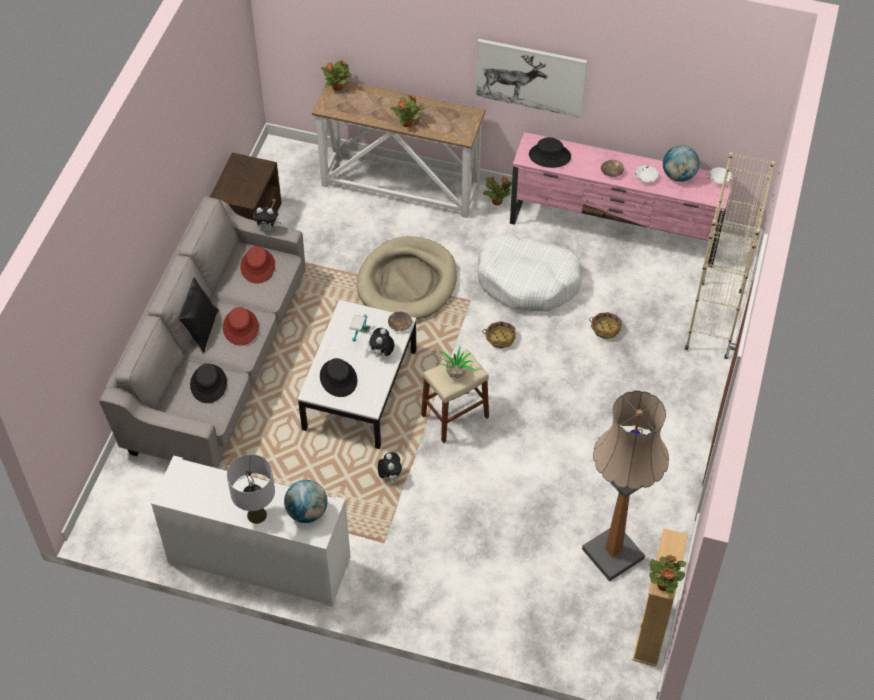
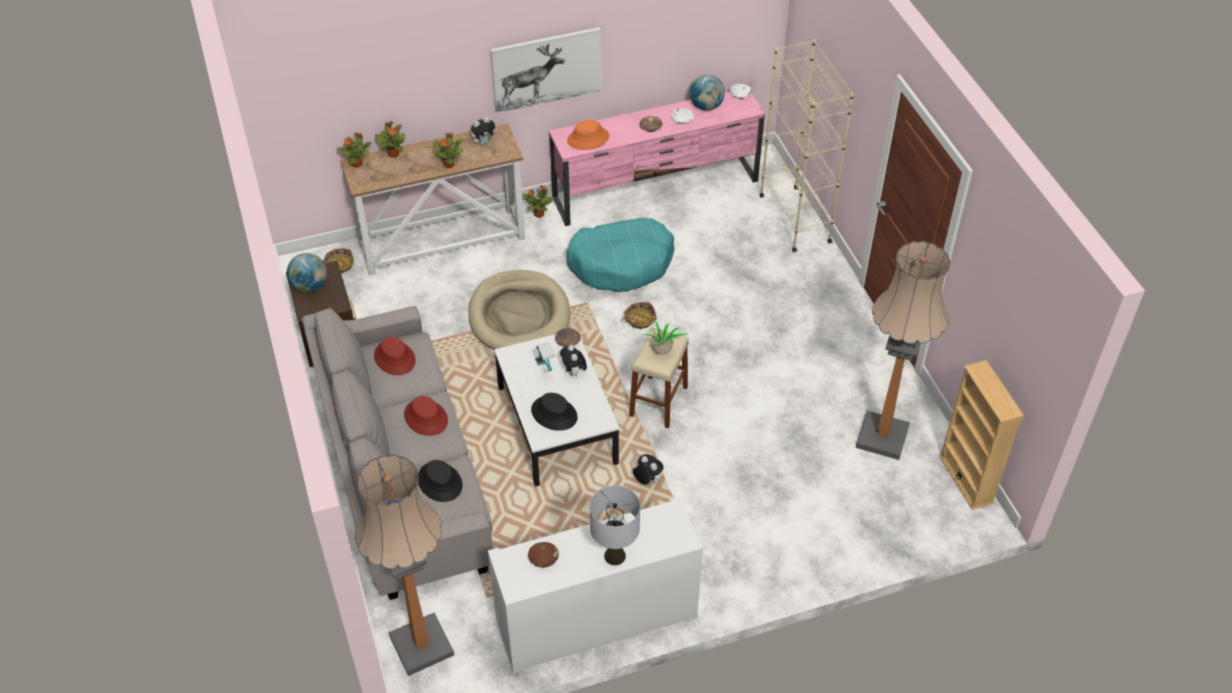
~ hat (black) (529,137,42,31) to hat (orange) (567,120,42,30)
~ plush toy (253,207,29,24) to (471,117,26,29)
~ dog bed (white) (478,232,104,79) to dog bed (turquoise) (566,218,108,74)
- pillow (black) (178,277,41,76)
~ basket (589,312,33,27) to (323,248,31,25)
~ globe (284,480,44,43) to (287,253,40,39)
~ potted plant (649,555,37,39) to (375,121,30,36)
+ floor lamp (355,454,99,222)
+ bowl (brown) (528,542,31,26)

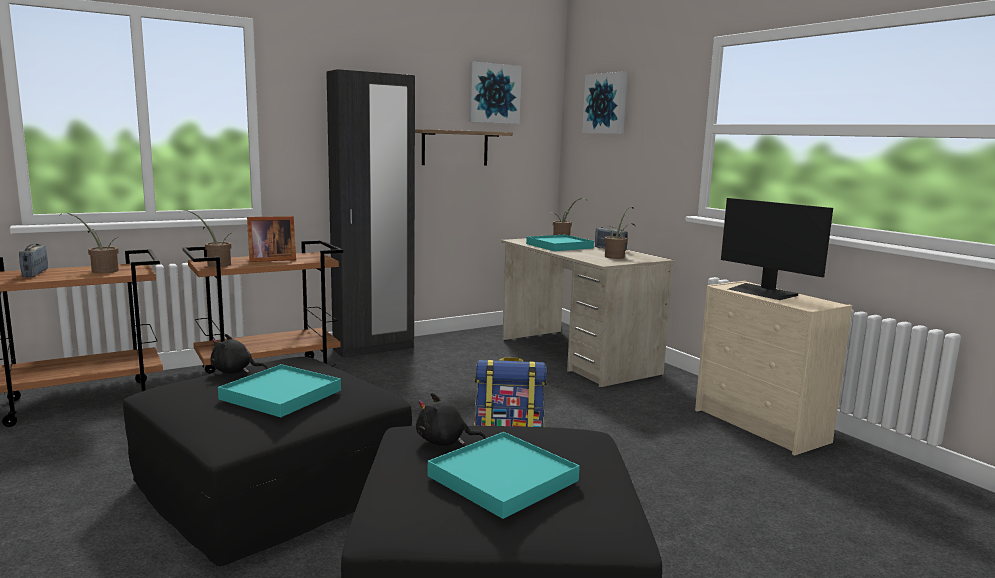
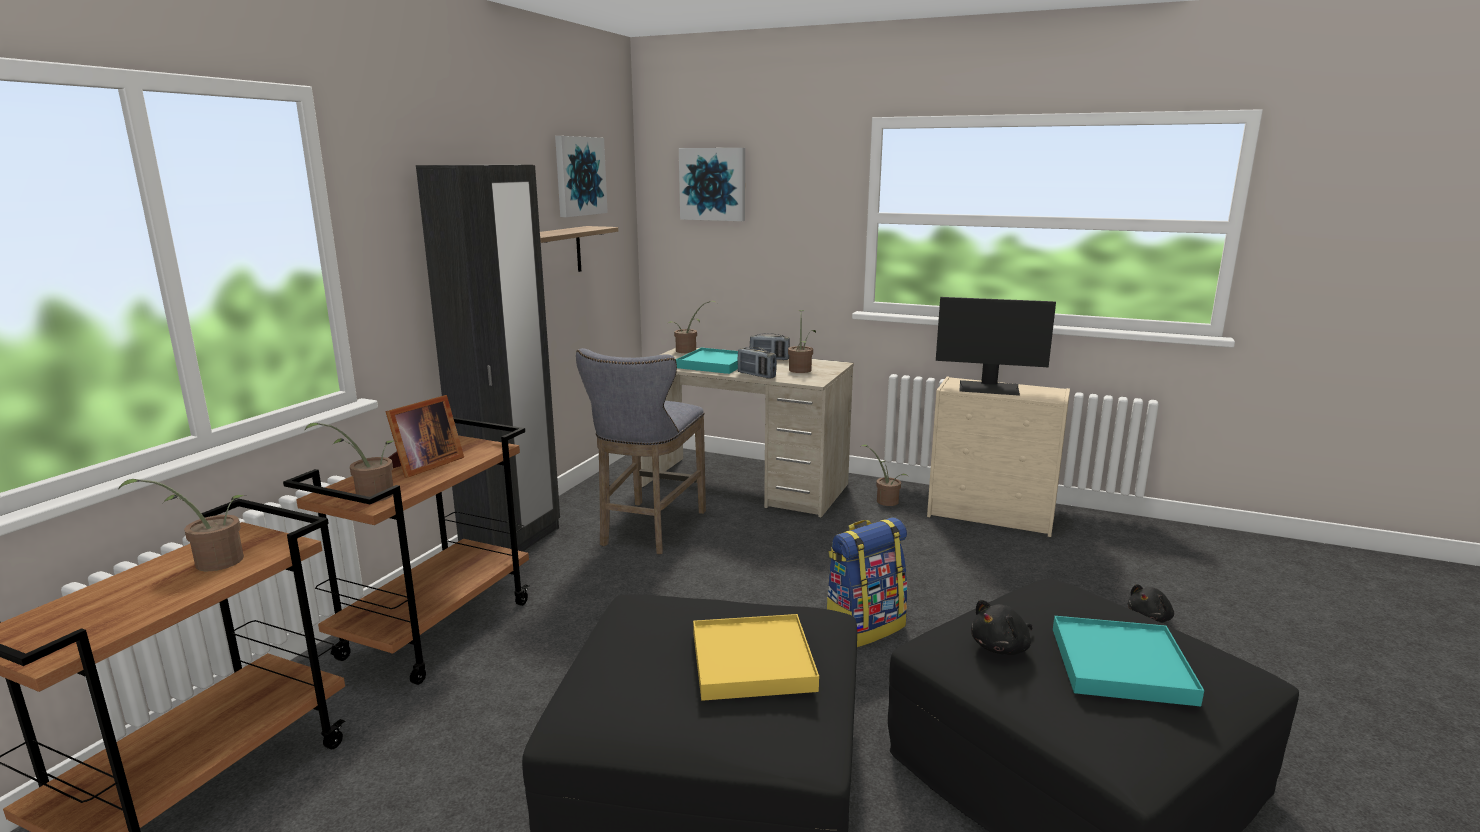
~ radio (19,244,29,34) to (737,347,40,31)
~ plush toy (black) (210,334,58,40) to (1128,584,46,39)
~ tray (turquoise) (218,364,123,53) to tray (yellow) (693,614,126,87)
+ stool (grey) (576,348,130,206)
+ potted plant (861,444,47,62)

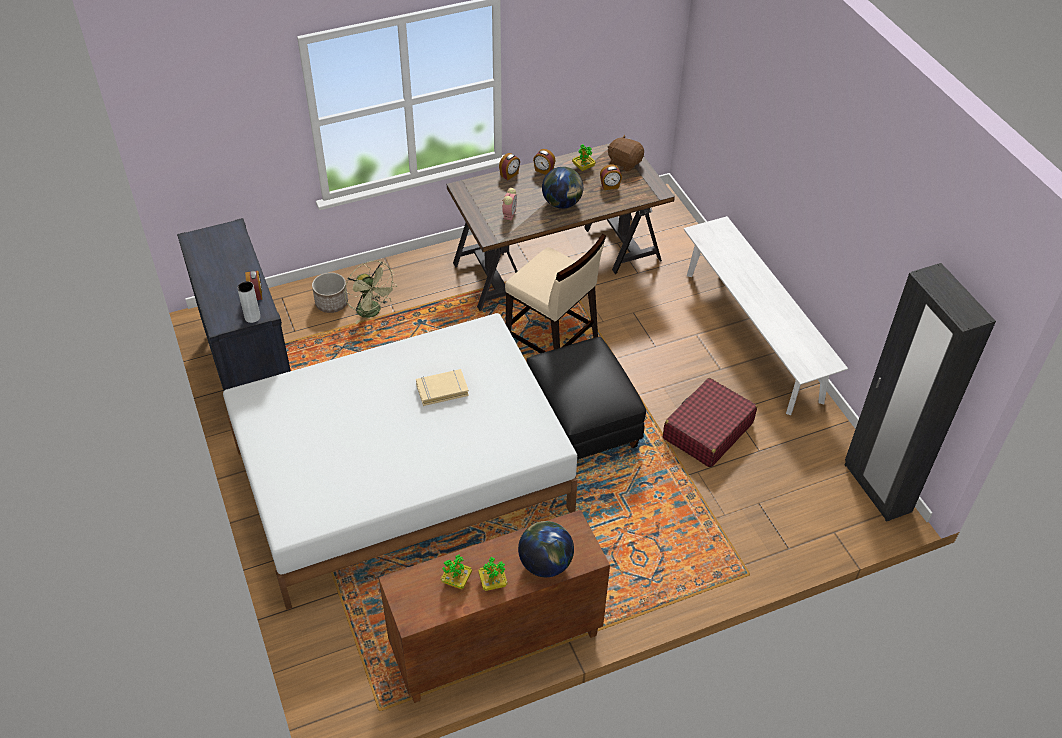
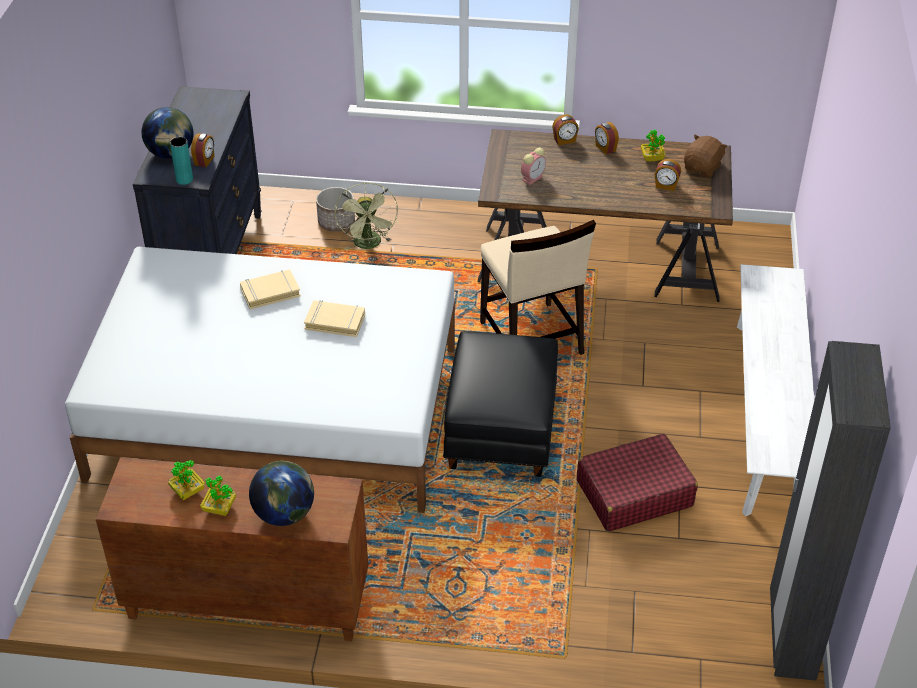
~ plush toy (brown) (608,135,36,37) = (684,135,44,42) 60 degrees clockwise
~ globe (542,167,41,42) to (142,107,52,52)
~ vase (grey) (237,281,23,42) to vase (turquoise) (170,137,23,48)
+ book (beige) (240,269,61,40)

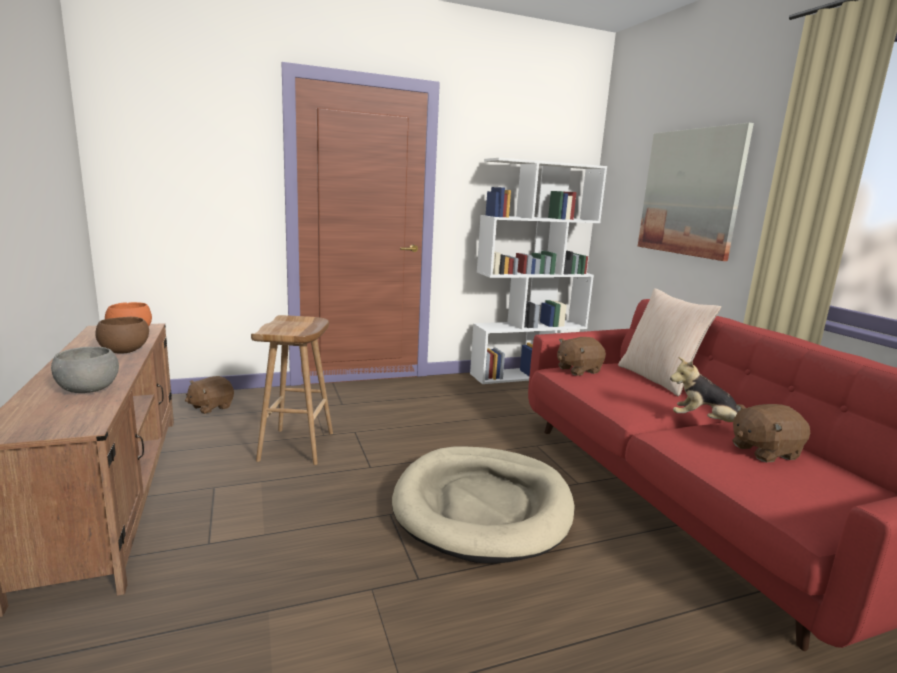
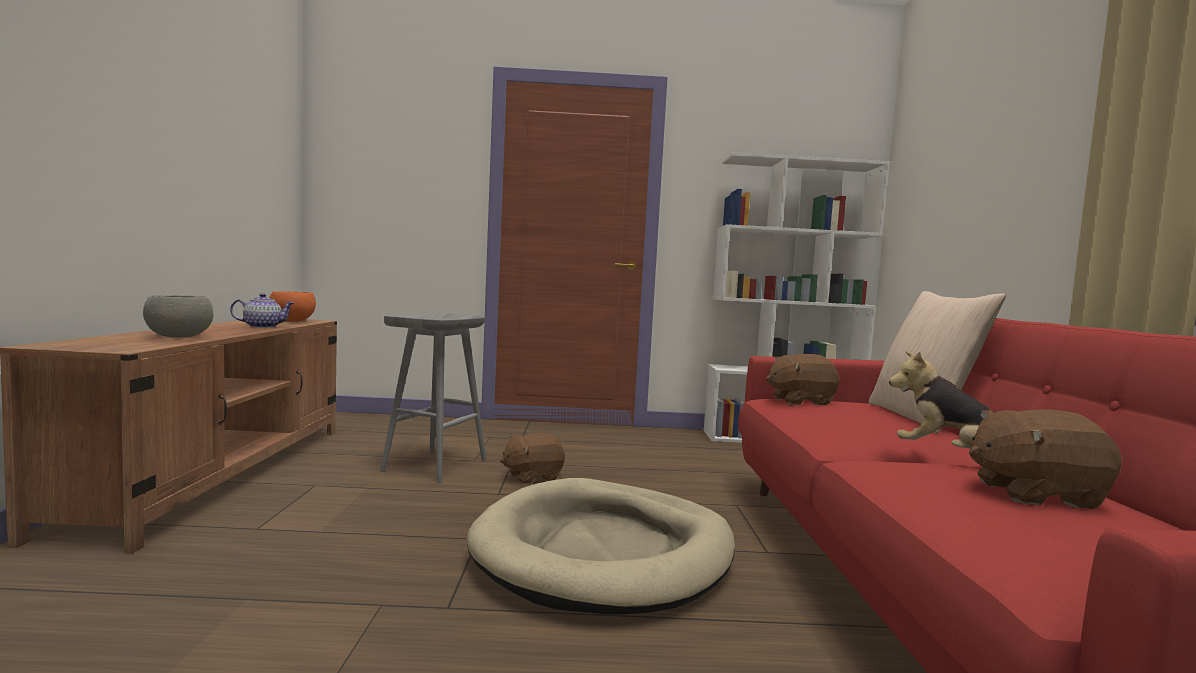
- picture (638,123,116,138)
~ stool (brown) (251,315,82,150) to stool (grey) (380,313,106,170)
~ bowl (brown) (95,317,54,36) to teapot (230,293,64,35)
~ plush toy (brown) (185,376,49,38) to (500,433,65,51)

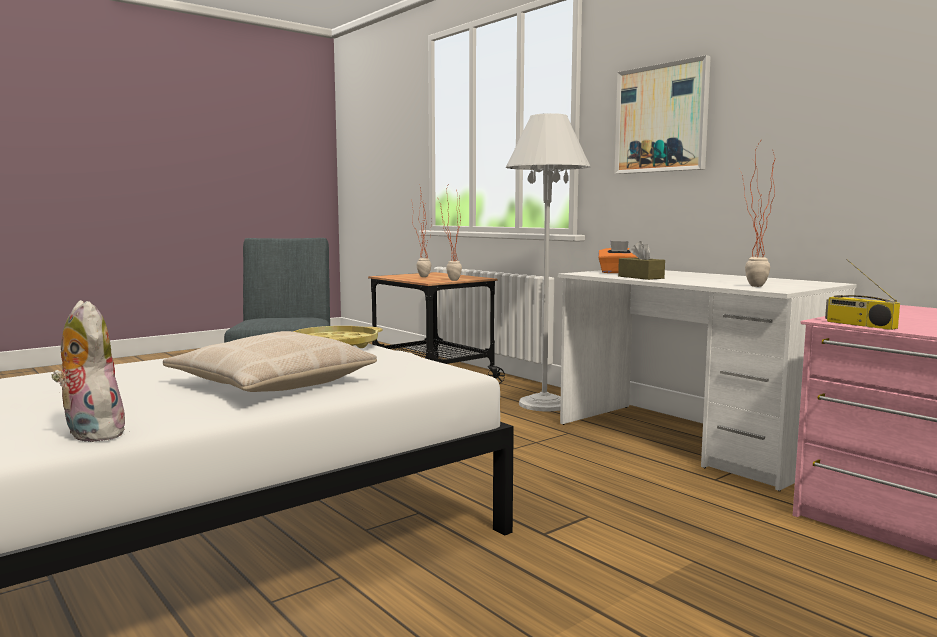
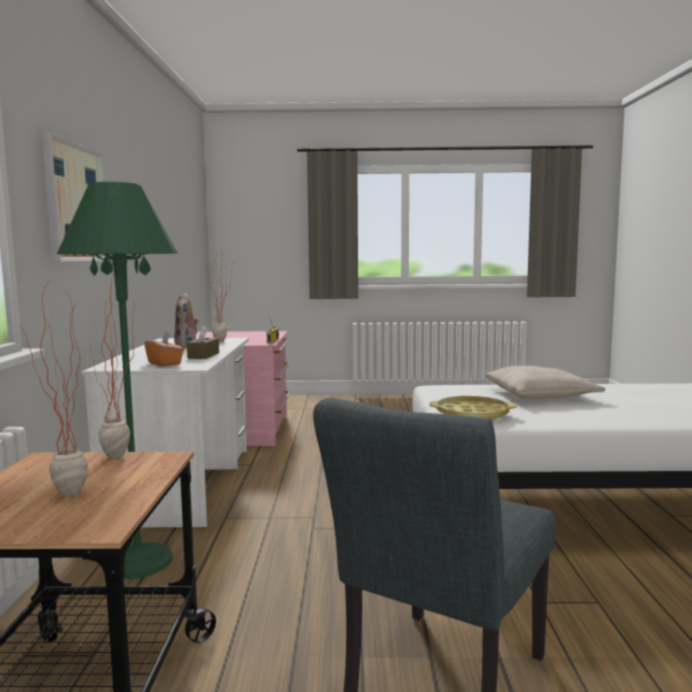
~ floor lamp (white) (506,113,85,298) to floor lamp (green) (57,182,121,397)
~ plush toy (52,300,73,142) to (174,292,25,57)

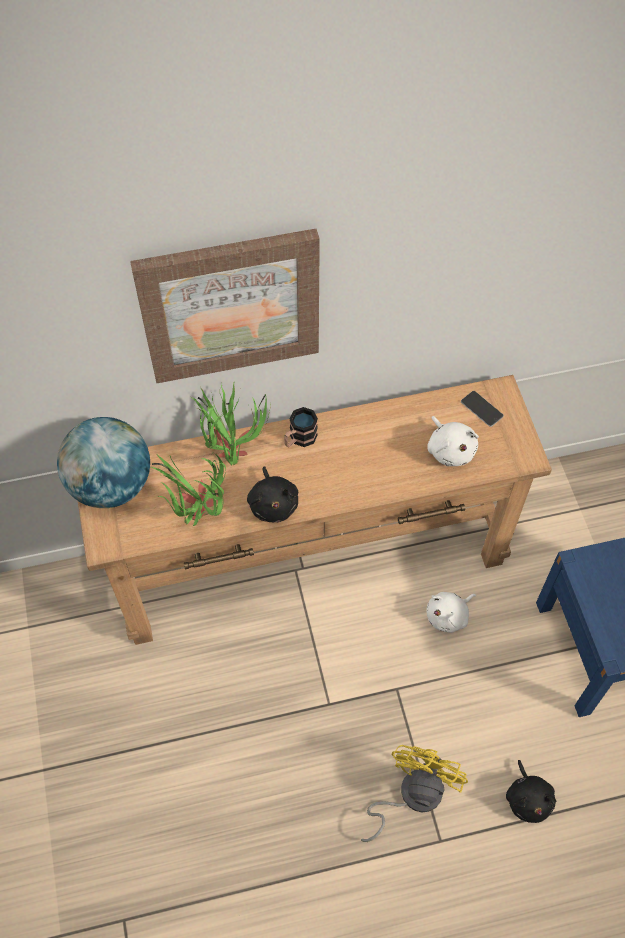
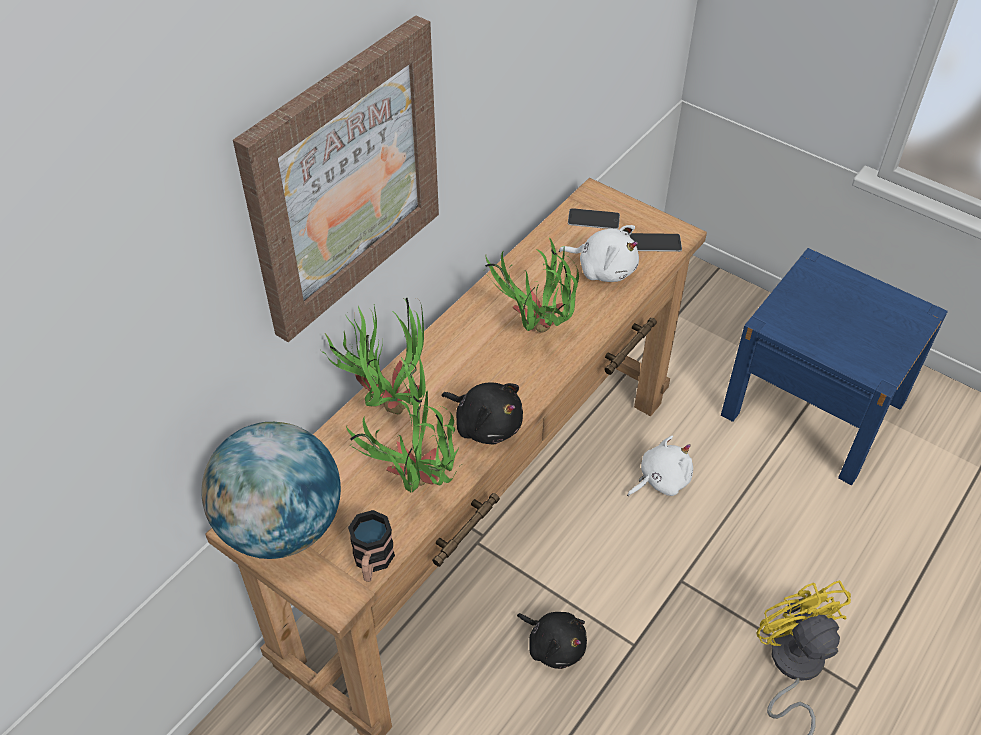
~ mug (284,407,34,41) to (348,510,47,72)
~ plush toy (white) (426,592,50,41) = (627,436,66,60) 135 degrees counterclockwise
~ plush toy (black) (506,760,51,63) to (517,612,70,57)
+ phone (630,233,52,19)
+ potted plant (485,238,94,95)

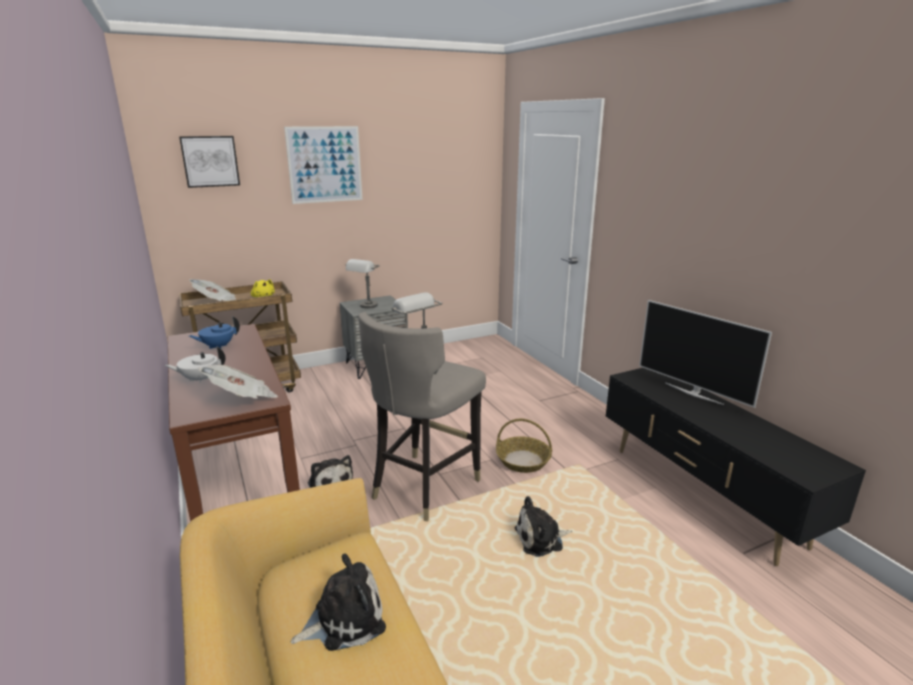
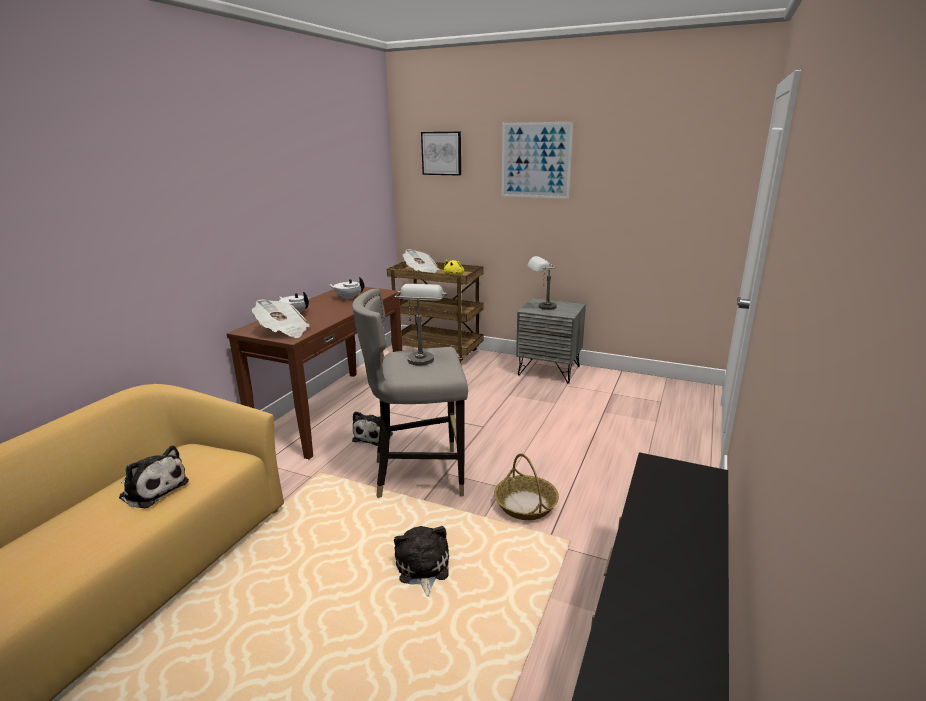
- television (639,300,133,108)
~ teapot (blue) (189,316,51,33) to teapot (white) (328,277,36,23)
~ plush toy (515,496,58,61) = (394,526,55,71) 45 degrees clockwise

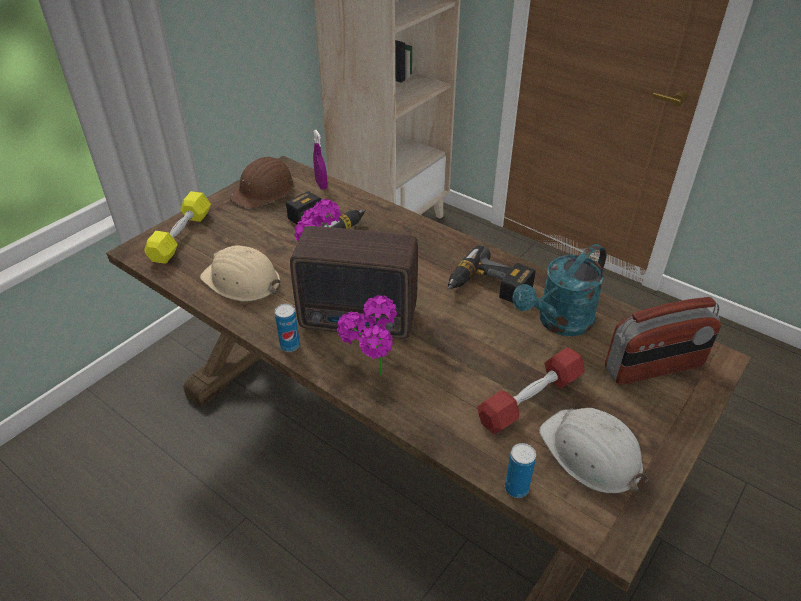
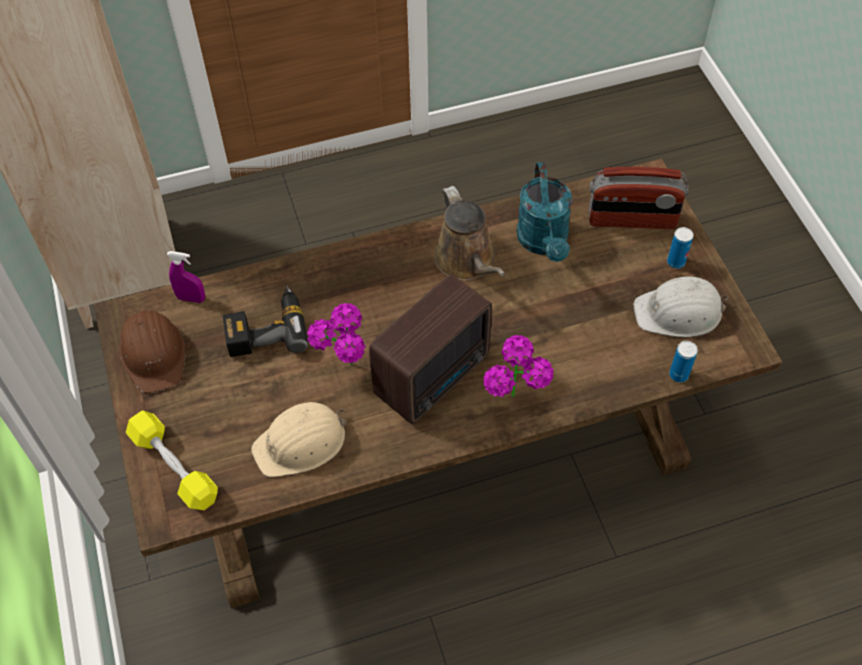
~ power drill (447,245,89,58) to watering can (brown) (434,186,71,95)
~ radio (605,297,116,88) = (589,167,100,62) 75 degrees clockwise
~ can (275,304,25,48) to (667,227,26,42)
- dumbbell (red) (477,347,107,87)

